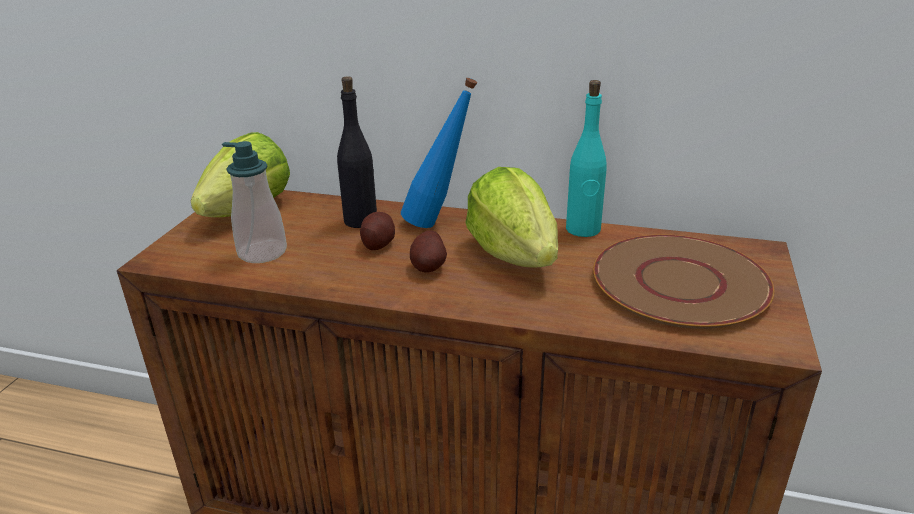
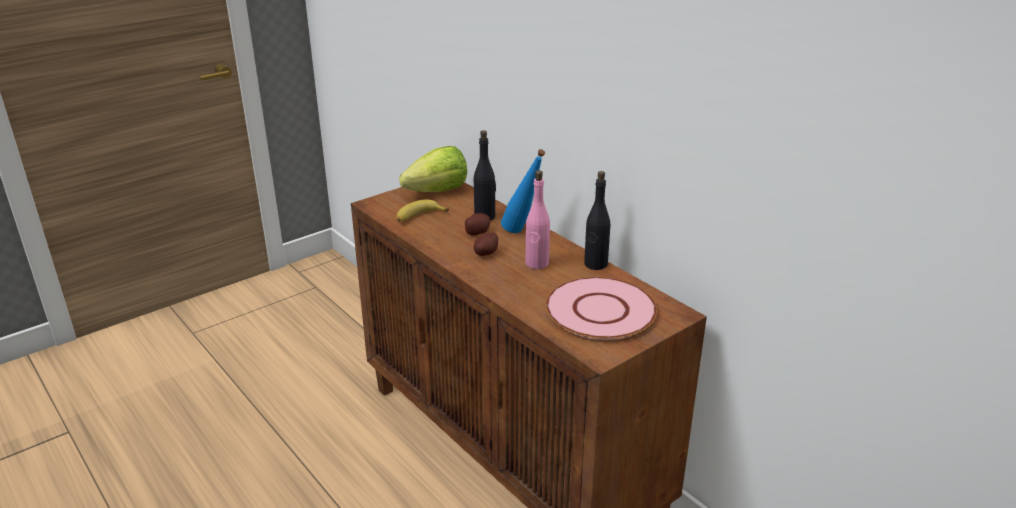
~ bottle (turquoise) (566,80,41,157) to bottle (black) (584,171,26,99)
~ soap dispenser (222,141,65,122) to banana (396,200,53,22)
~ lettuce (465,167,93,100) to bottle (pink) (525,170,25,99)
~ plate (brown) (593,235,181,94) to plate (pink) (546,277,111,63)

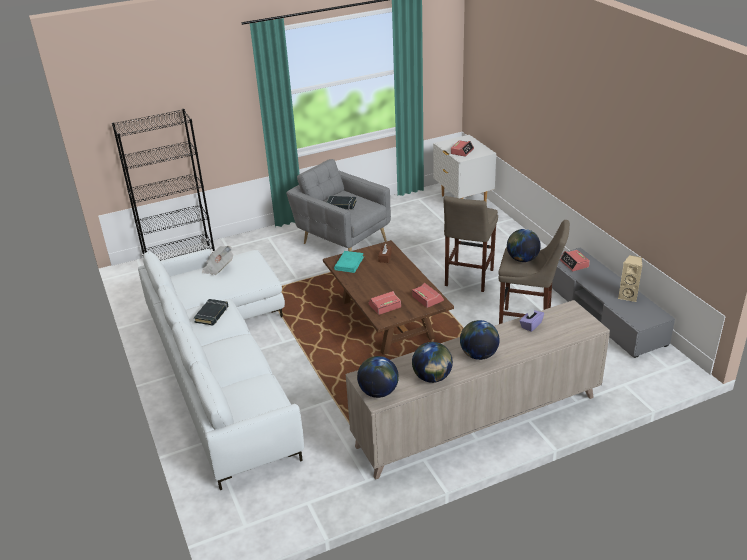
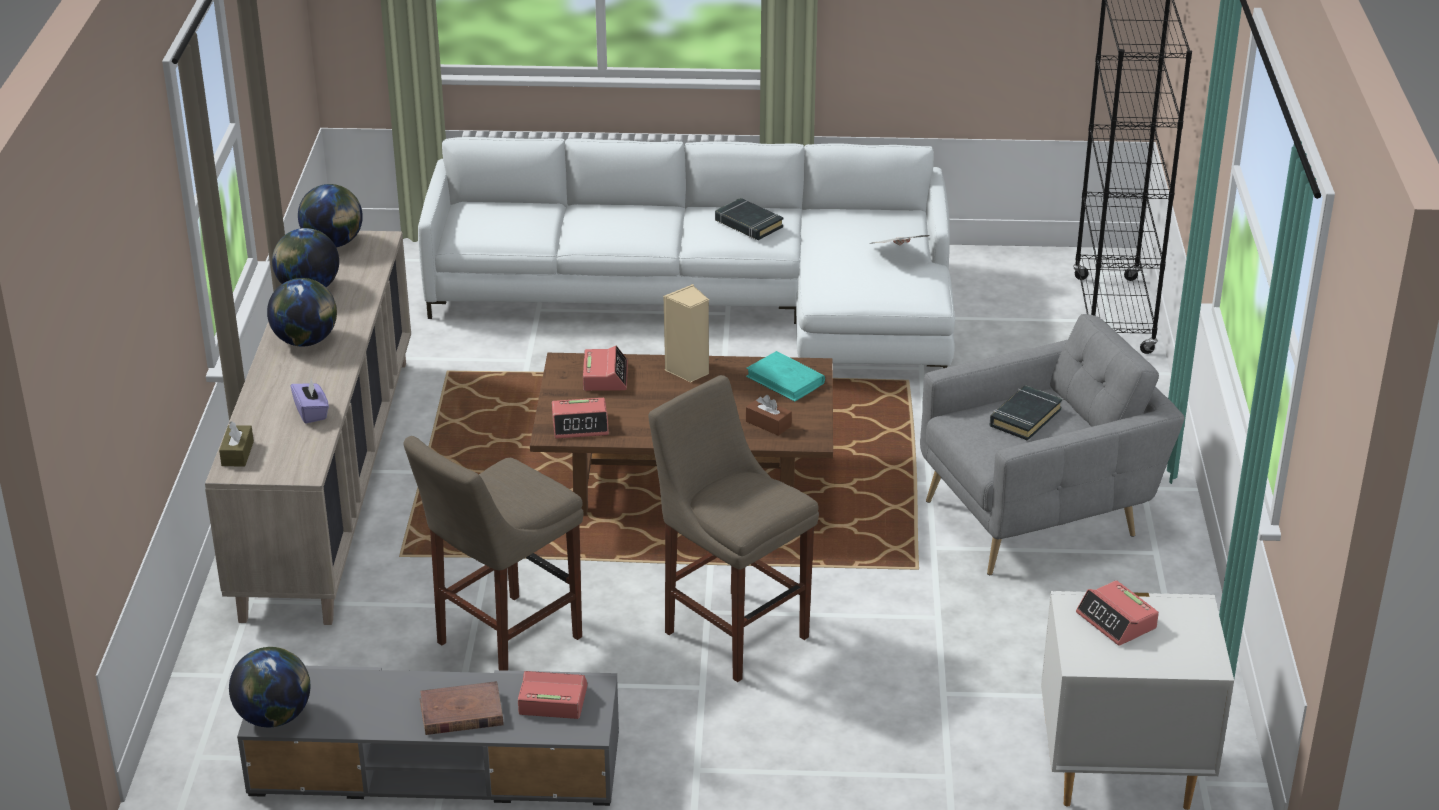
~ globe (507,229,34,33) to (229,647,82,80)
~ speaker (beige) (618,255,25,47) to (663,284,46,98)
+ tissue box (brown) (219,421,35,45)
+ book (brown) (419,681,84,54)

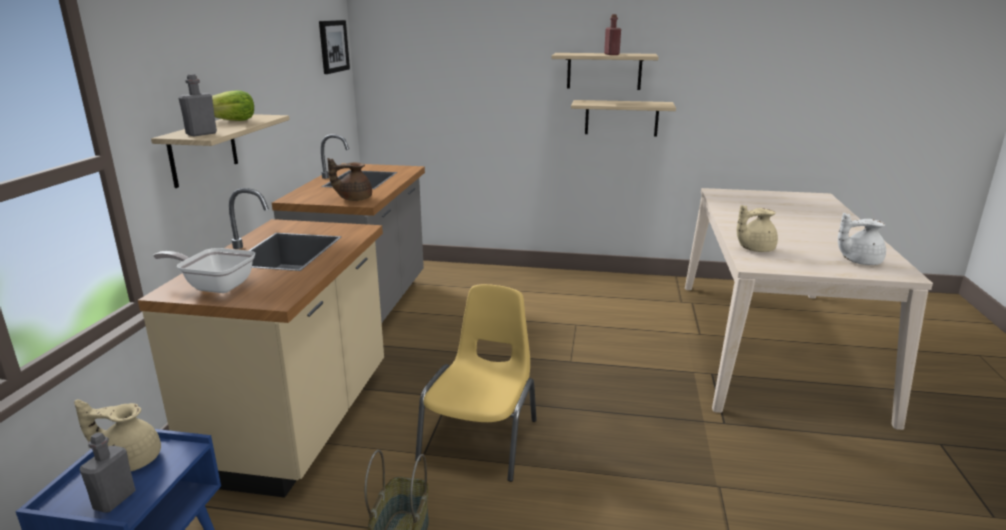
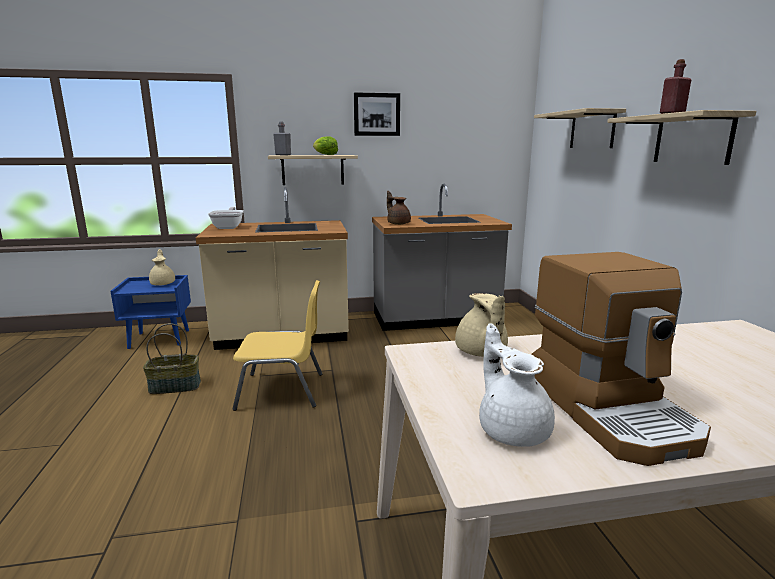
~ picture (319,20,31,54) to (354,92,46,44)
~ shelf (571,100,105,36) to (534,108,92,40)
~ teapot (beige) (737,205,41,47) = (455,293,53,64) 150 degrees counterclockwise
- bottle (grey) (80,432,56,81)
+ coffee machine (531,252,180,214)

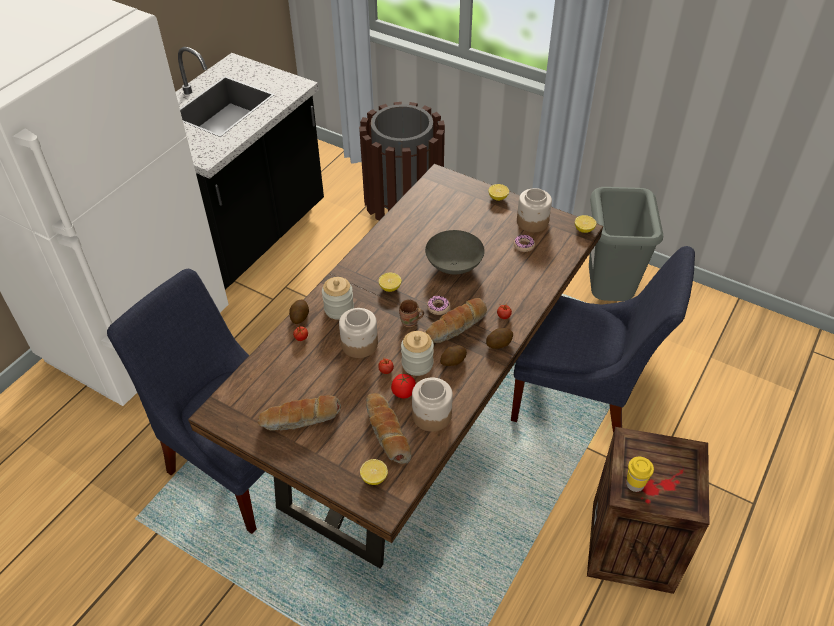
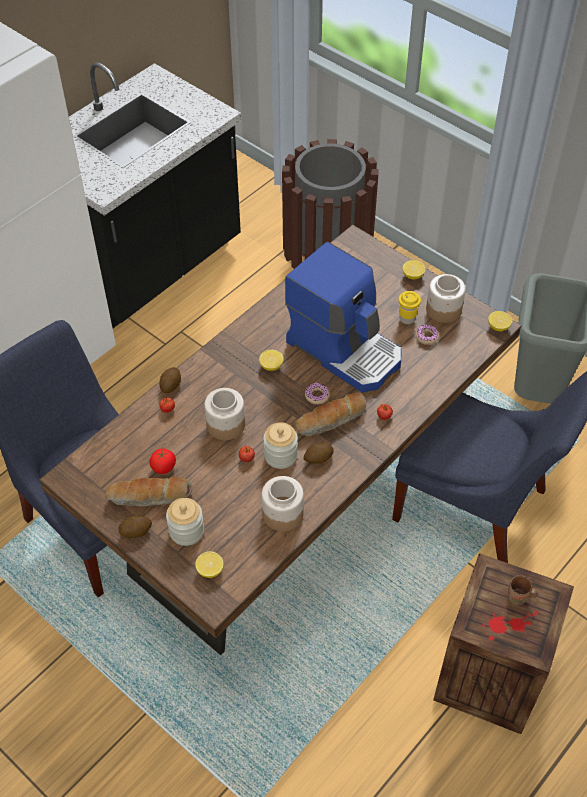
~ bowl (grey) (425,230,60,44) to coffee machine (285,242,116,150)
~ jar (322,277,32,43) to (166,498,38,48)
~ mug (brown) (399,299,25,28) to (508,575,30,30)
~ potato (486,328,27,21) to (118,516,34,22)
~ tomato (391,374,25,25) to (149,448,27,26)
- bread (366,393,46,71)
~ cup (yellow) (626,457,28,35) to (399,291,22,33)

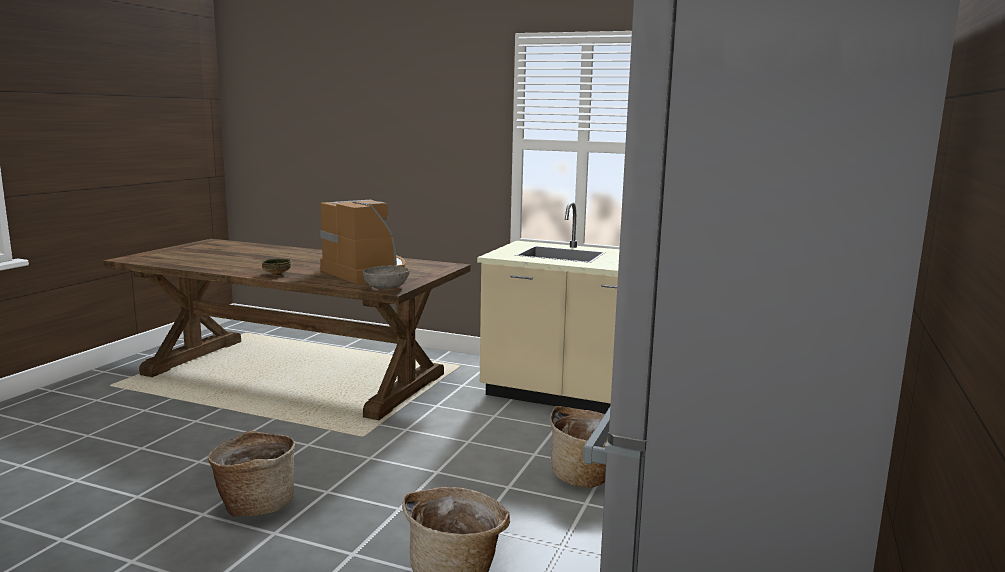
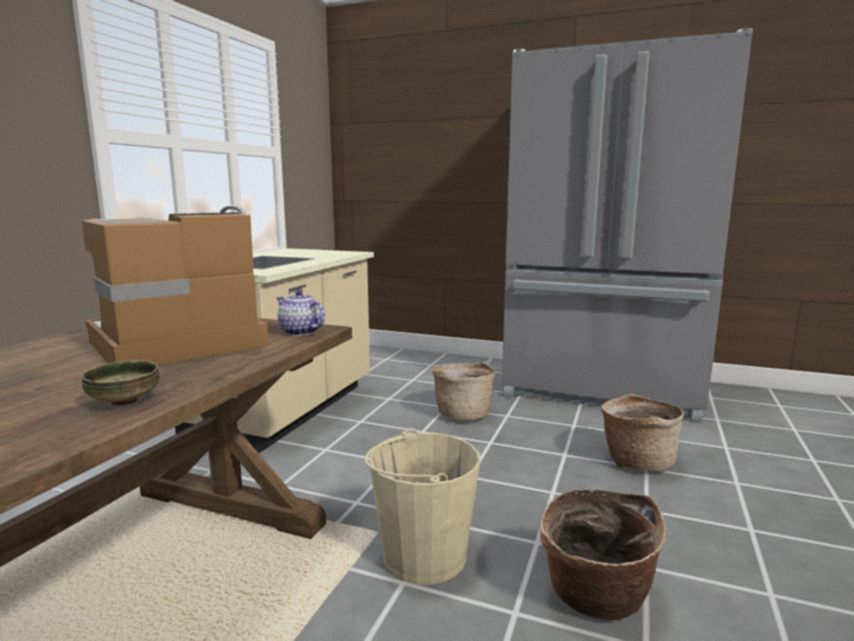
~ bowl (grey) (363,266,47,23) to teapot (276,290,49,46)
+ bucket (beige) (365,428,116,157)

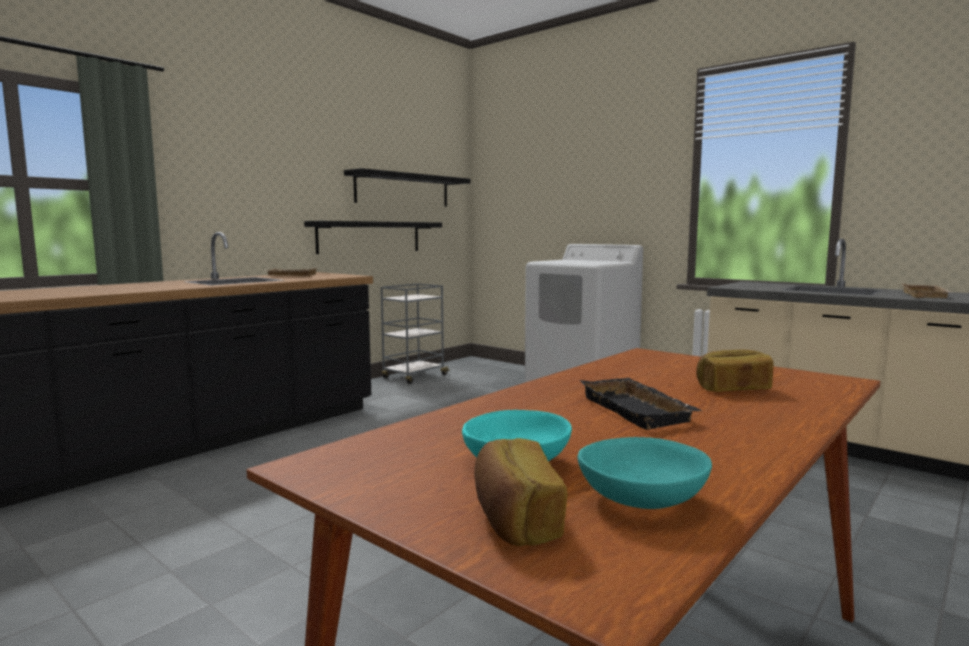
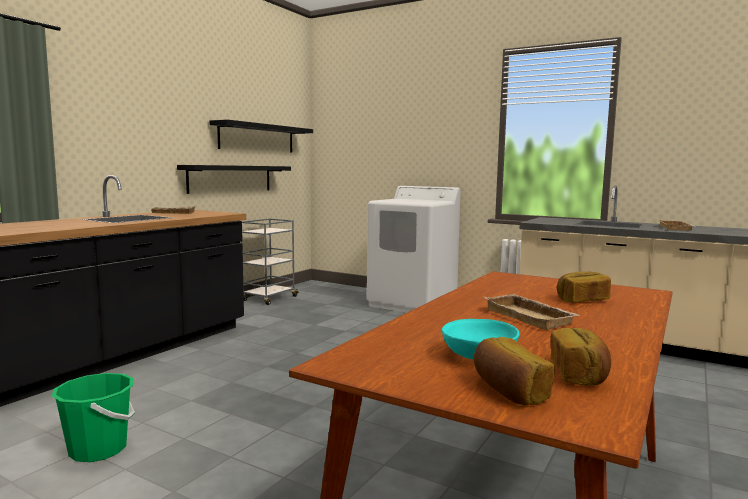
~ tray (black) (580,378,123,52) to tray (beige) (484,294,97,36)
~ bowl (turquoise) (577,437,135,72) to bread (551,328,60,58)
+ bucket (green) (52,373,83,89)

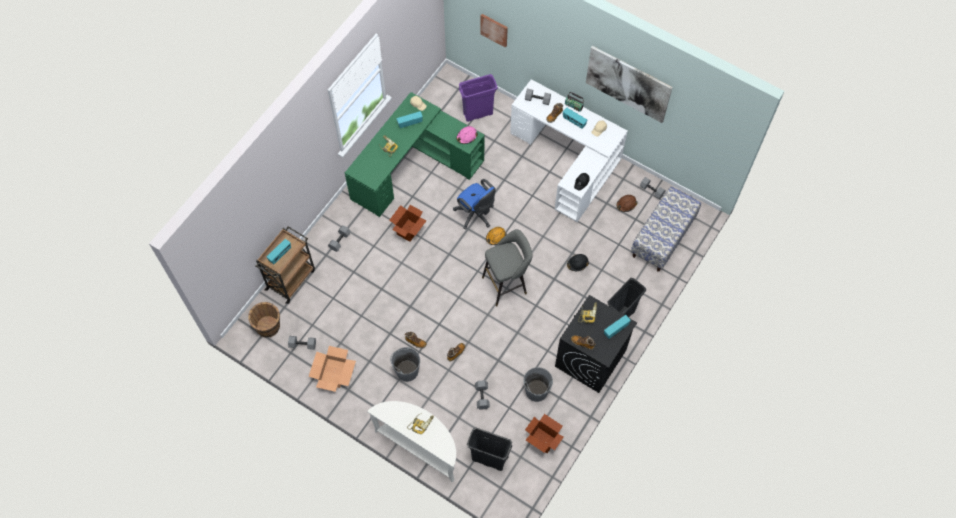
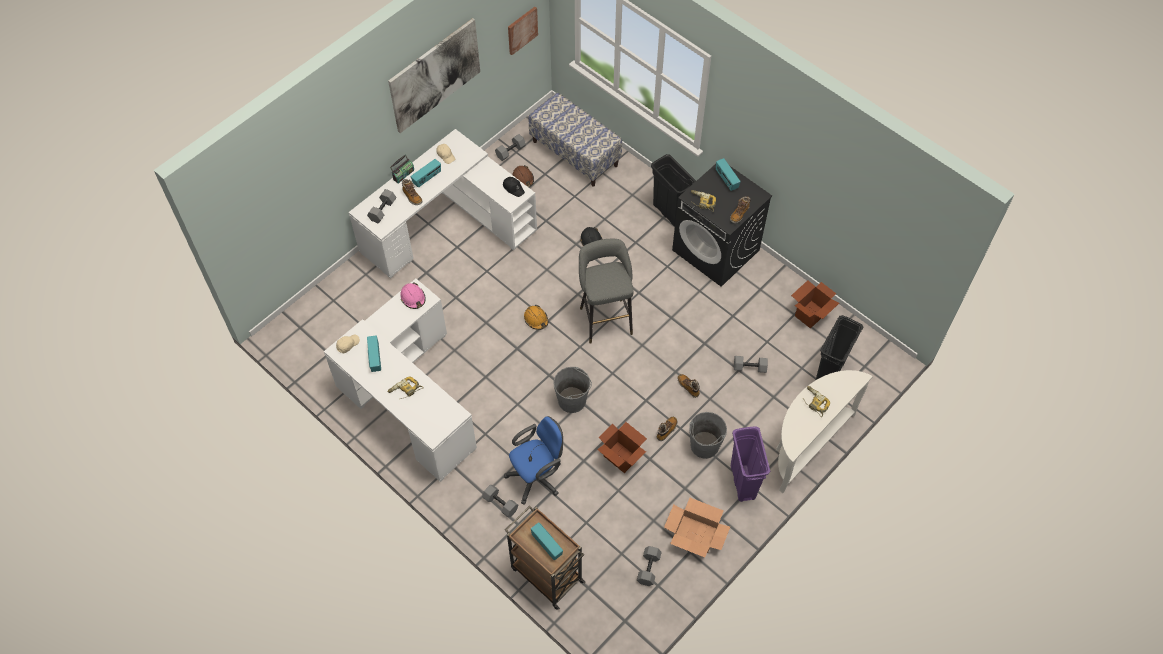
~ picture (480,14,28,34) to (508,7,30,48)
~ trash can (purple) (459,74,39,48) to (731,426,39,76)
~ desk (green) (345,92,140,125) to desk (white) (324,279,153,203)
~ office chair (blue) (453,179,43,51) to (504,416,59,89)
~ cardboard box (389,205,38,37) to (597,422,50,51)
- bucket (brown) (248,302,32,36)
~ bucket (grey) (523,367,30,35) to (553,367,39,46)

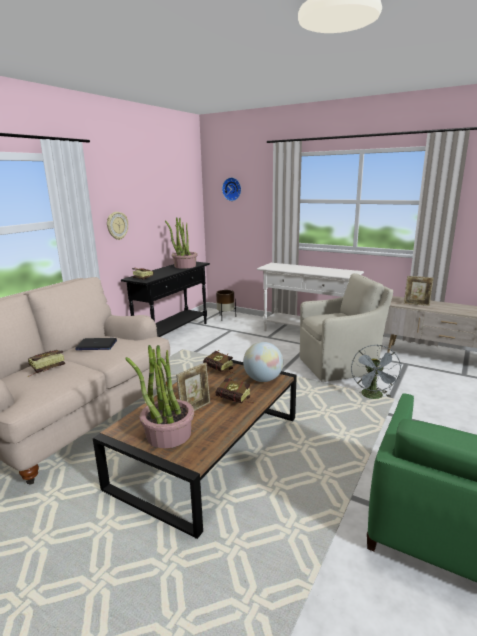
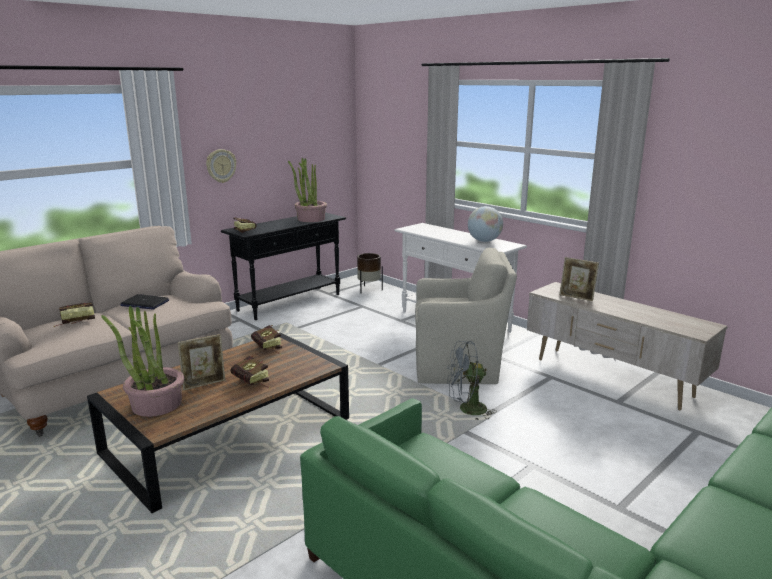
- wall clock (222,177,19,24)
~ globe (243,342,40,40) to (468,206,35,36)
~ fan (grey) (351,345,51,54) = (447,341,50,80) 60 degrees clockwise

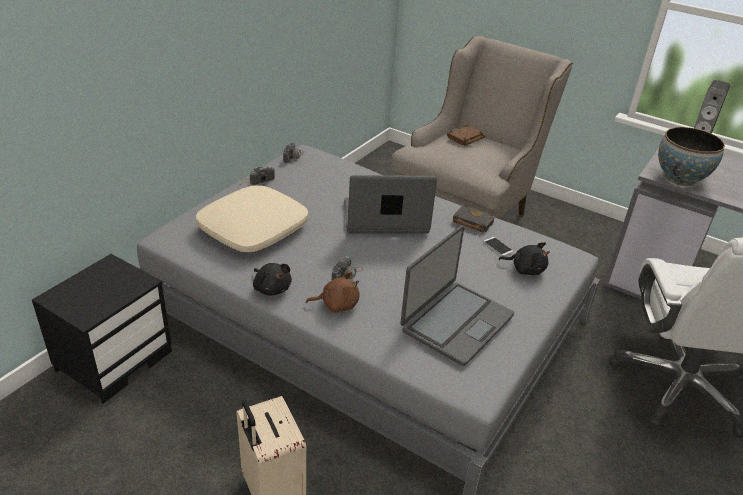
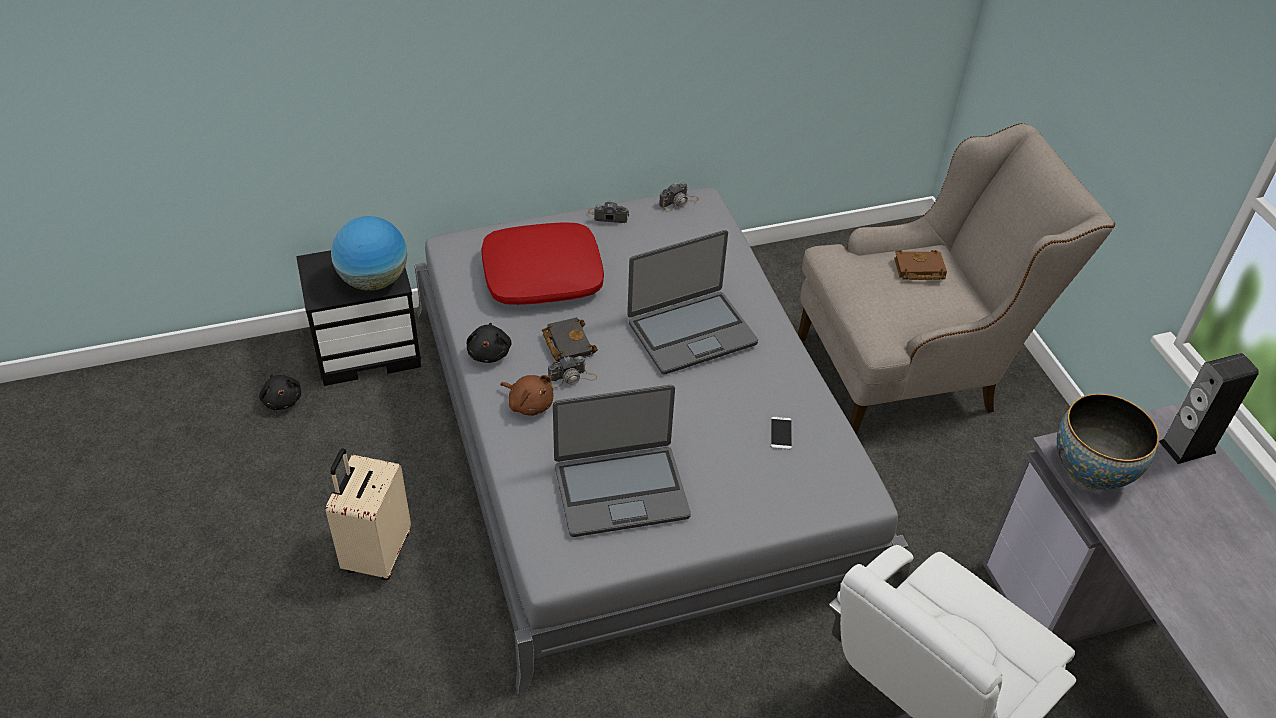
~ laptop (344,175,93,59) = (627,230,131,144) 120 degrees clockwise
~ pillow (beige) (196,185,112,67) to pillow (red) (481,222,123,83)
~ book (black) (453,205,43,28) to (542,317,56,45)
~ plush toy (black) (498,242,52,33) to (259,375,42,35)
+ globe (331,216,76,75)

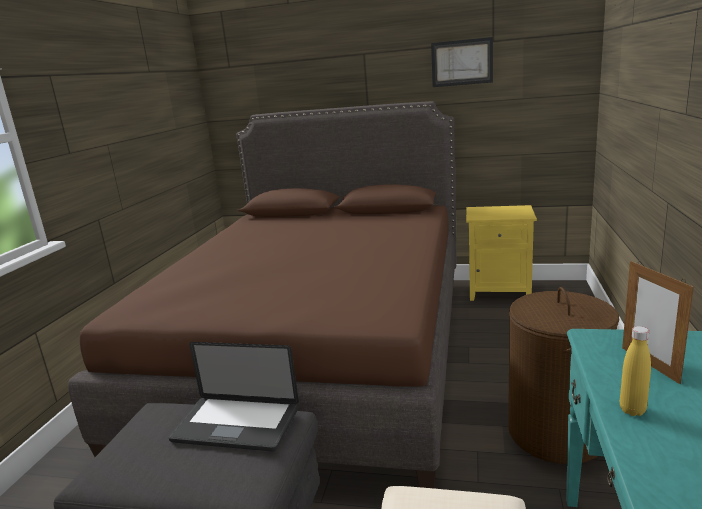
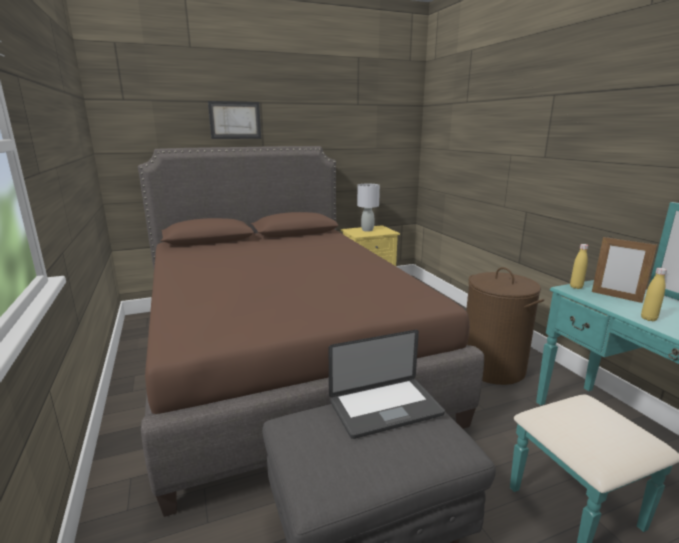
~ picture (431,37,62,50) to (208,101,53,38)
+ table lamp (grey) (357,184,23,47)
+ bottle (yellow) (570,244,19,45)

